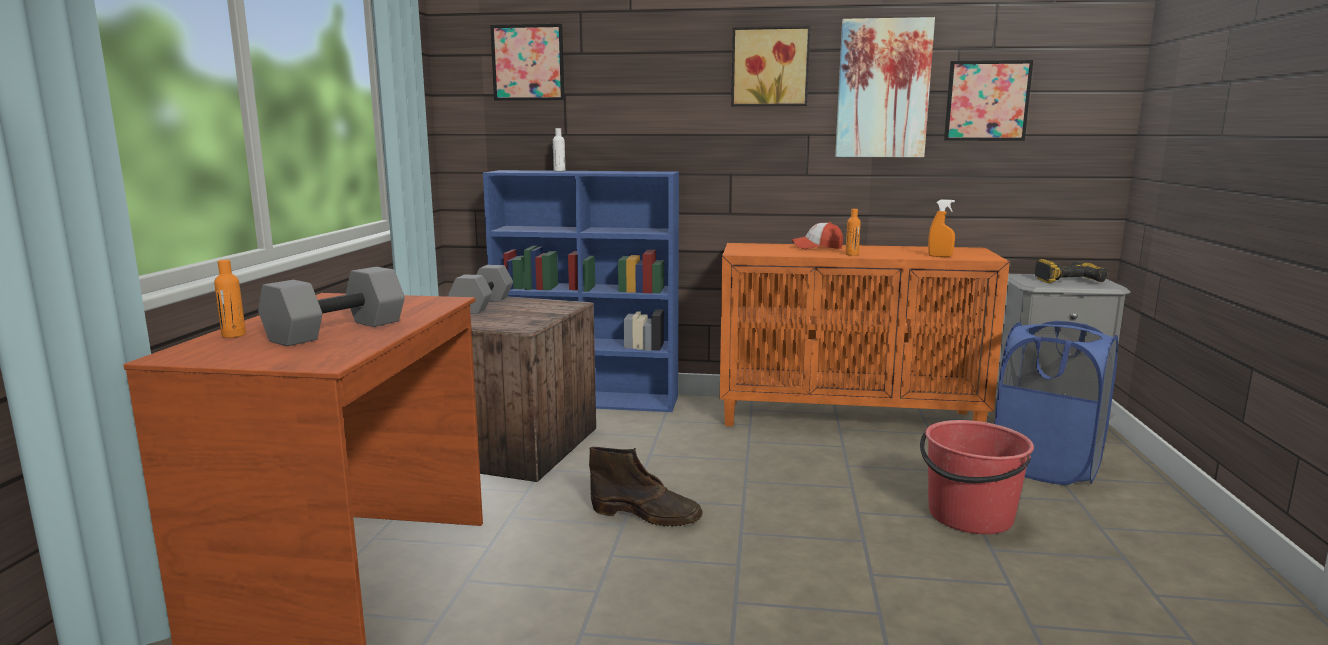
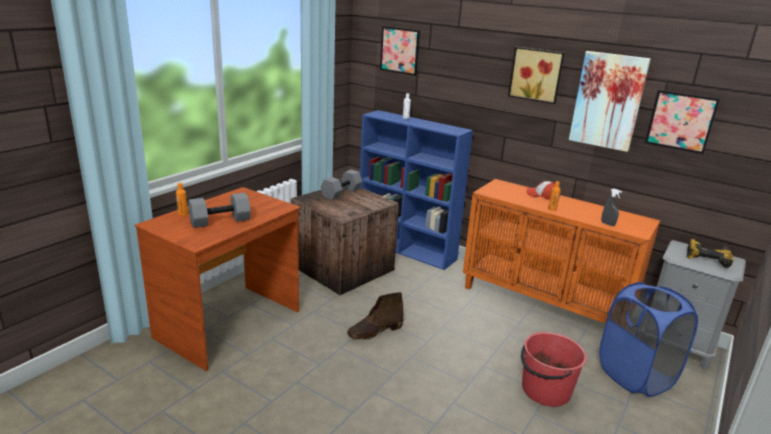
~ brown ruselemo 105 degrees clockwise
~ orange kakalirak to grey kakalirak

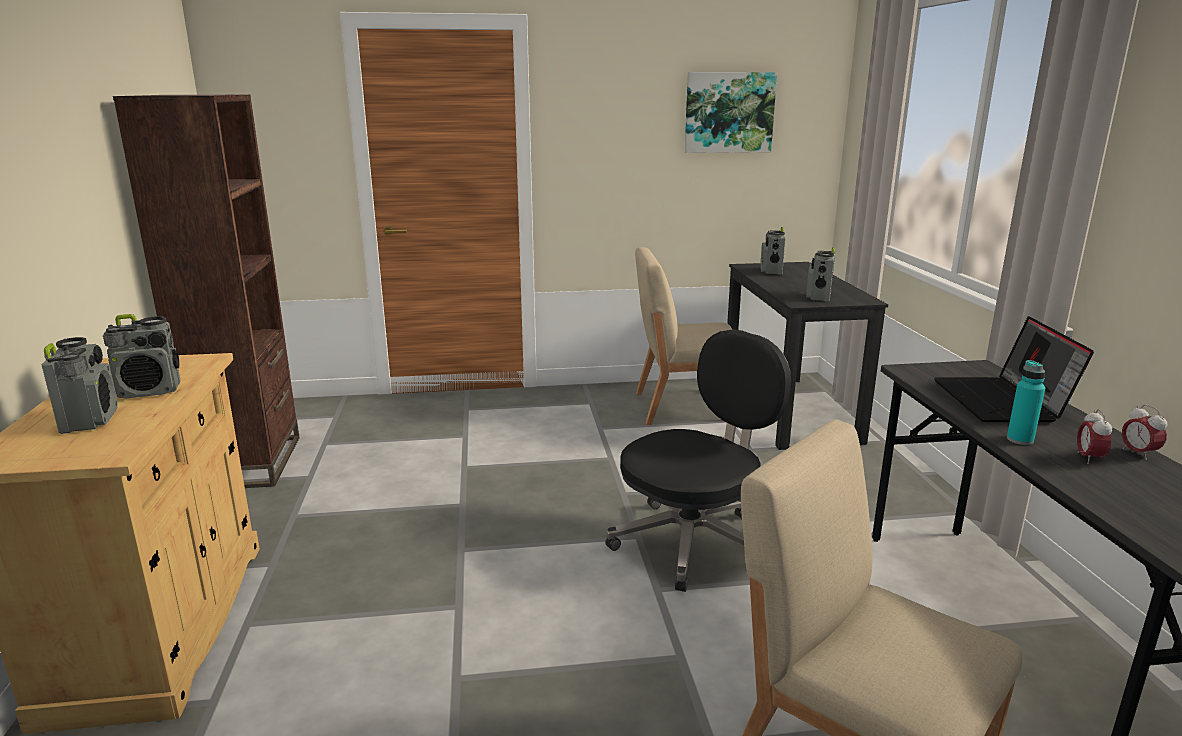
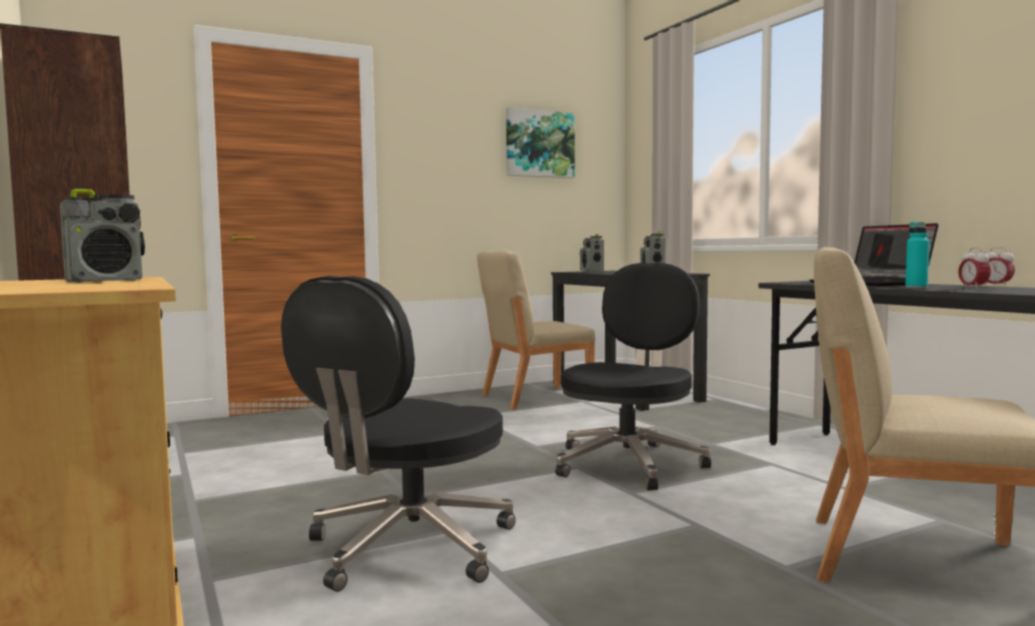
+ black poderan (no. 1 from left)
- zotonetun (no. 1 from left)

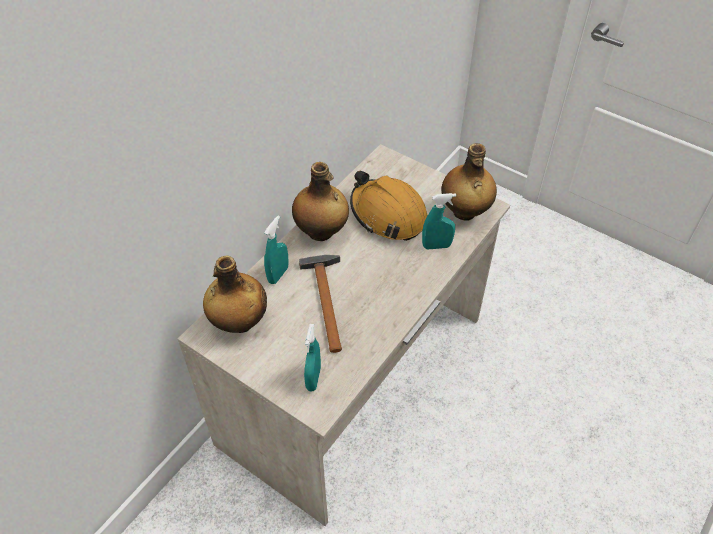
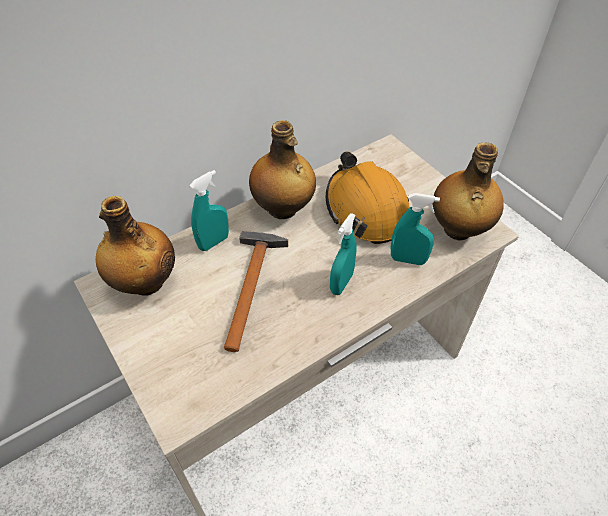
~ turquoise kakalirak (no. 2 from left)

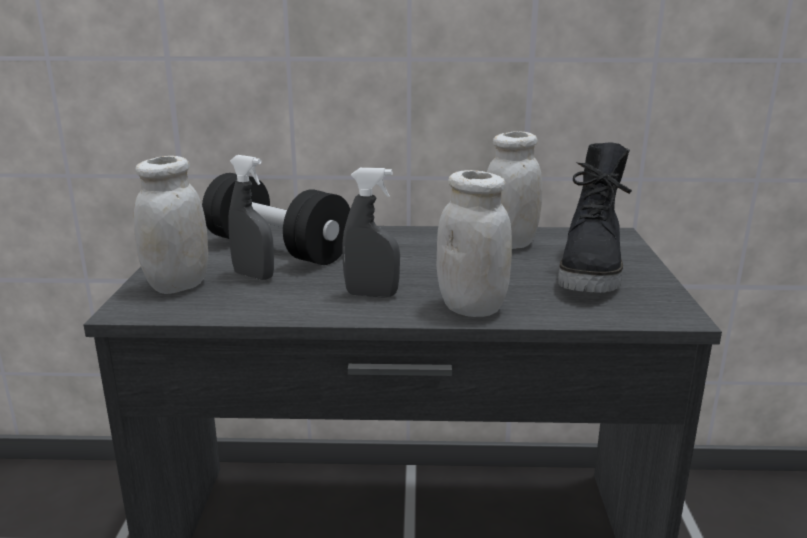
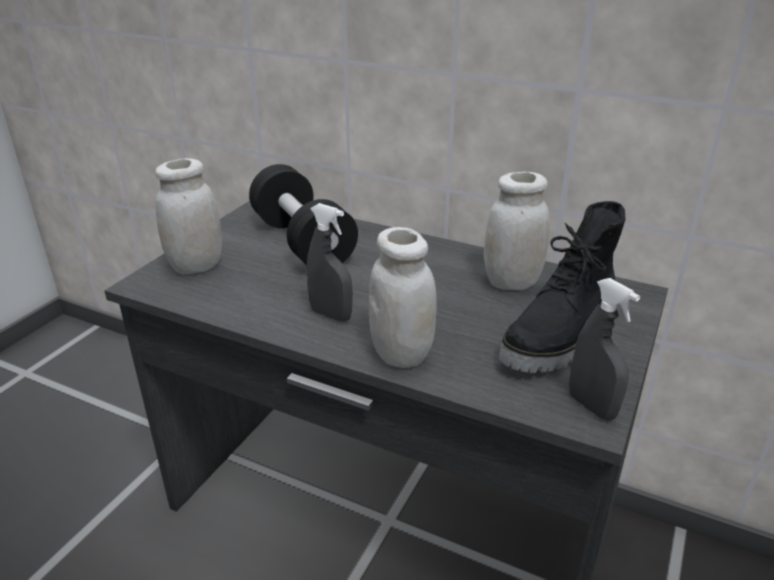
~ grey kakalirak (no. 1 from left in the first image) to grey kakalirak (no. 2 from left)

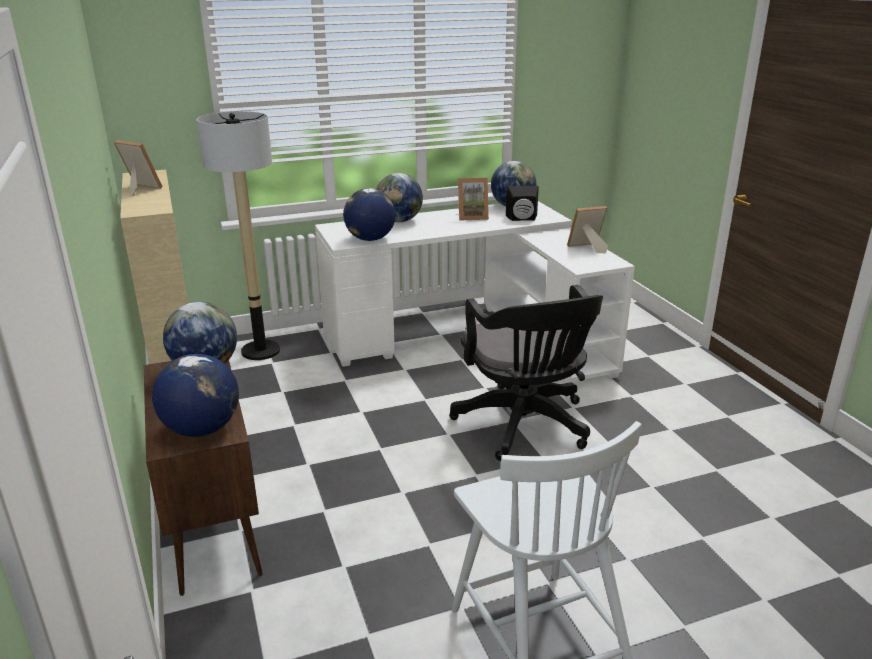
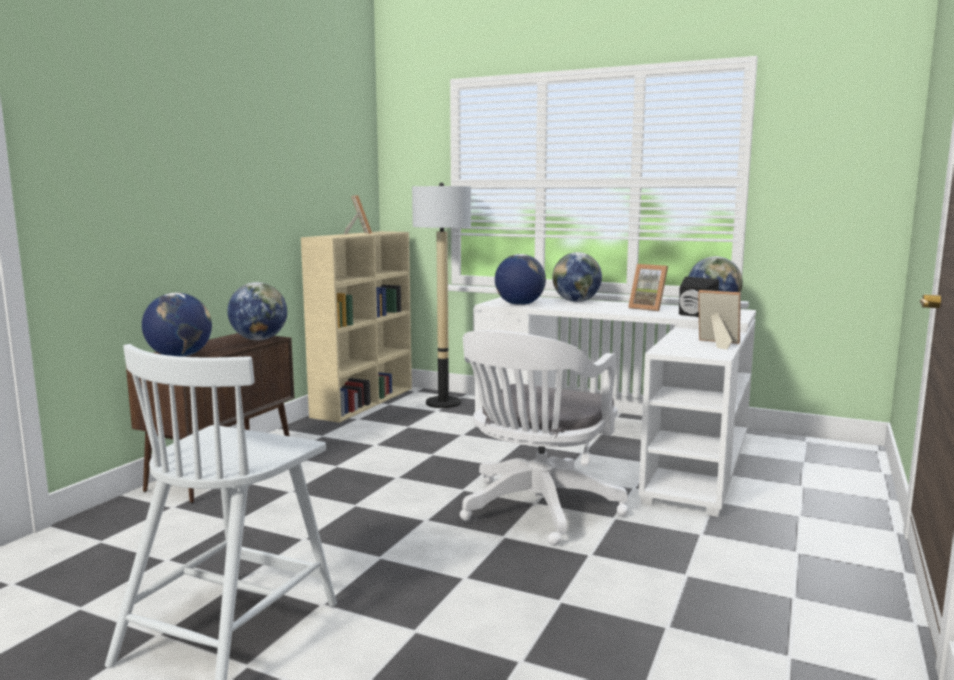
~ black poderan to white poderan

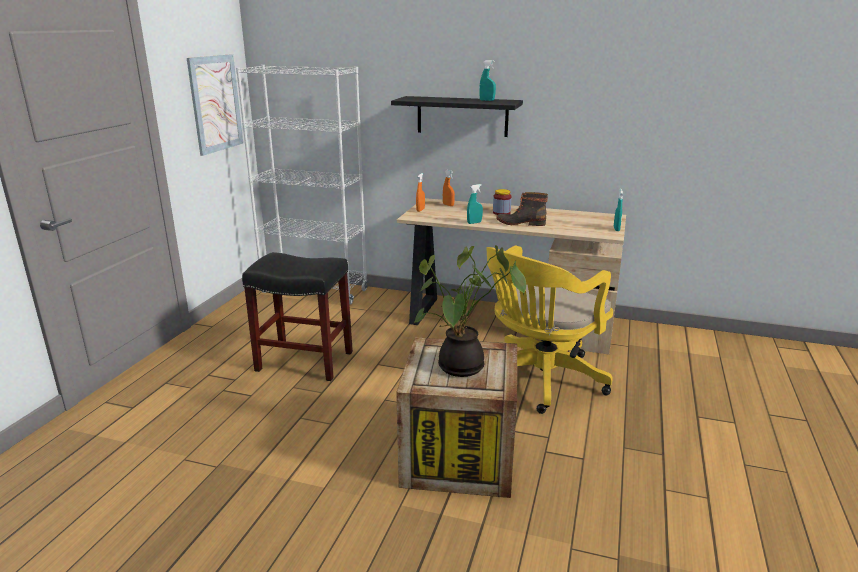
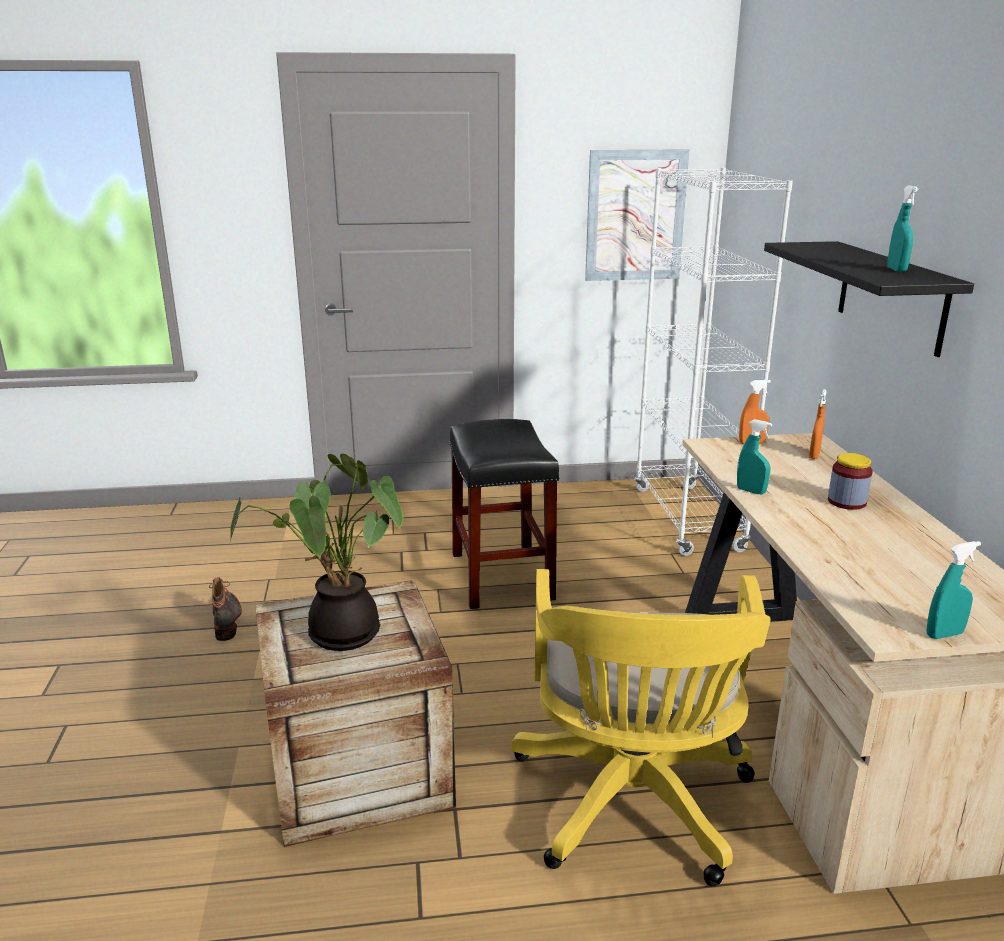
~ ruselemo
~ yellow poderan 105 degrees counterclockwise

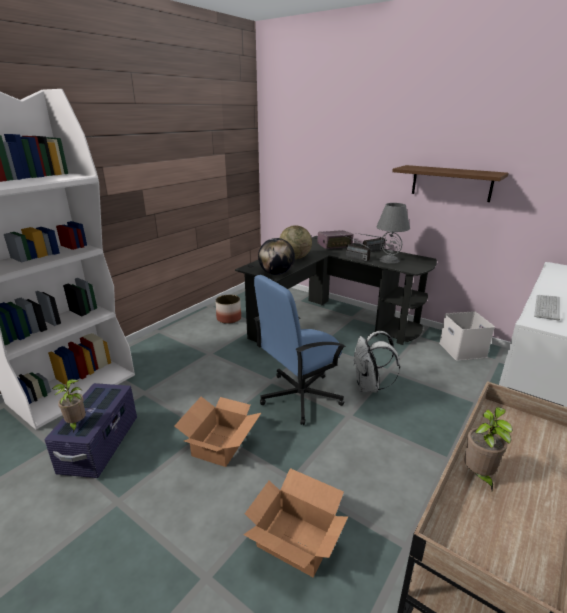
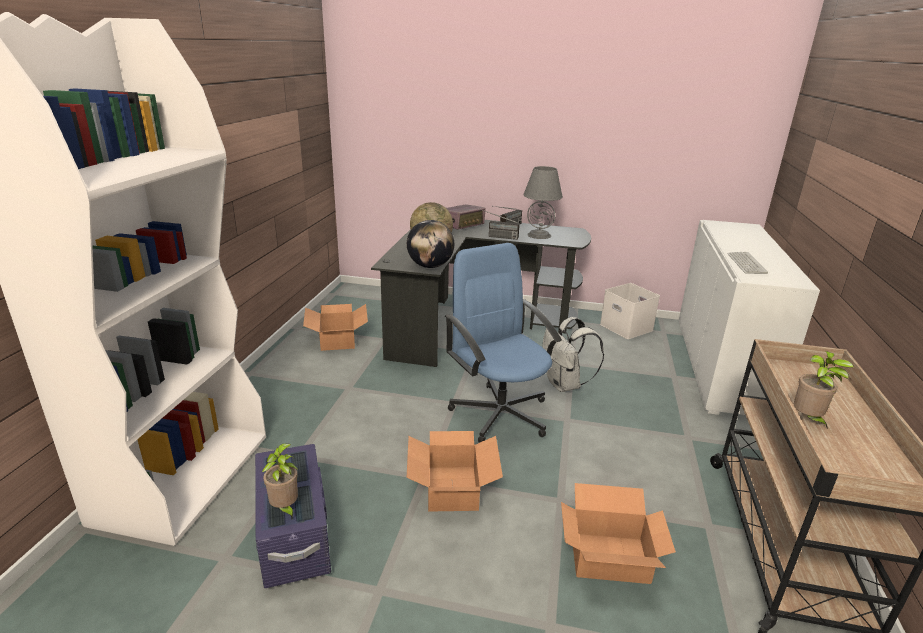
~ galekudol to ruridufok (no. 1 from left)
~ blue poderan 120 degrees clockwise
- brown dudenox

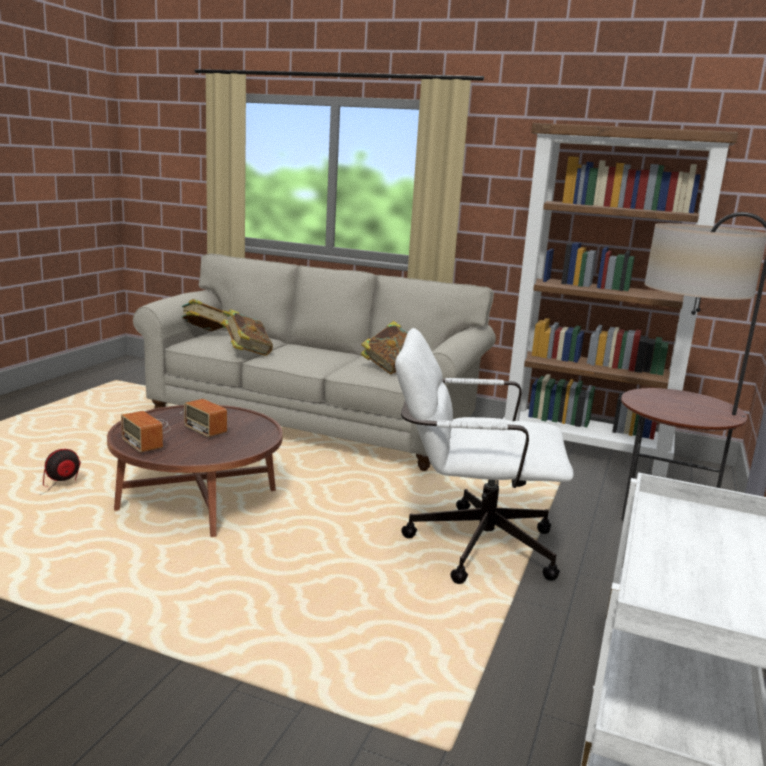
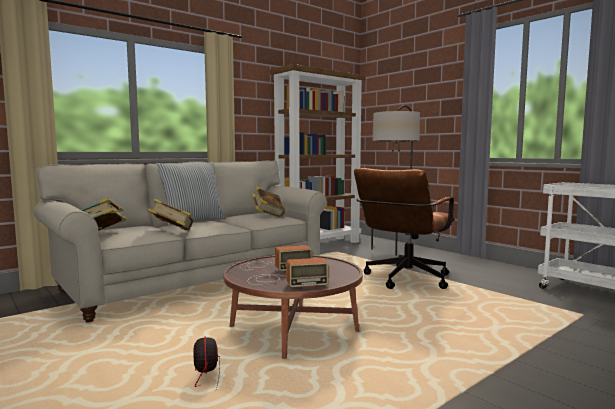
+ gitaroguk
~ white poderan to brown poderan

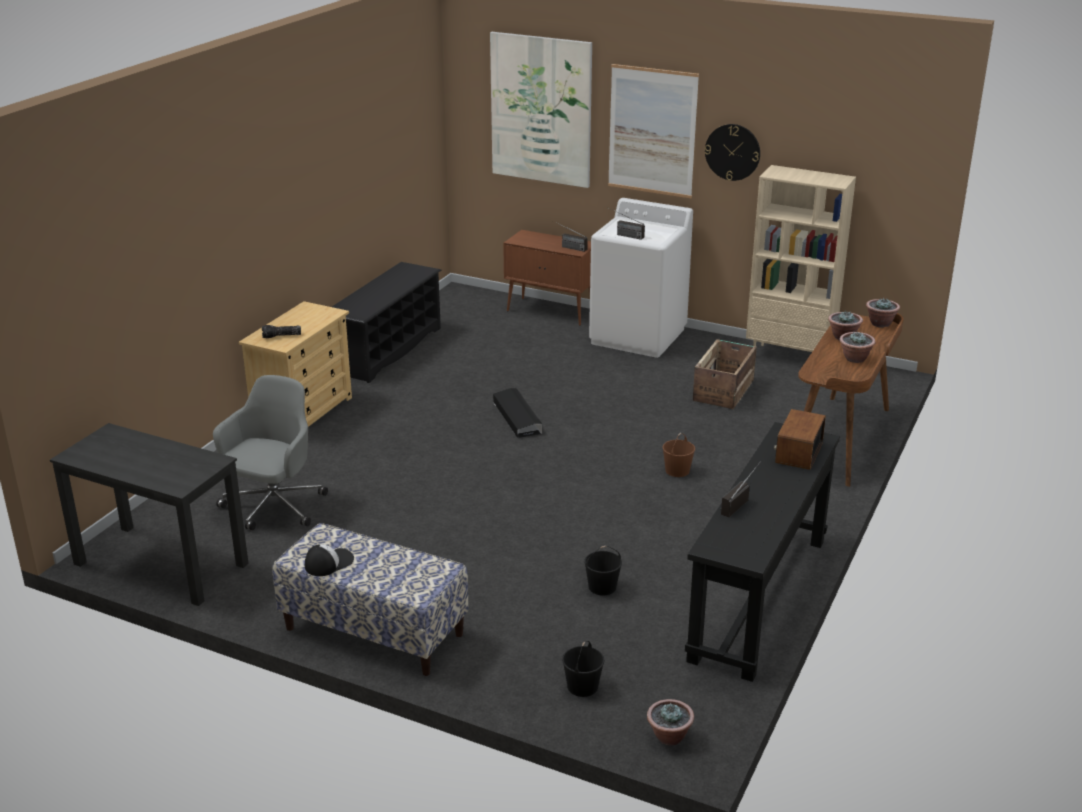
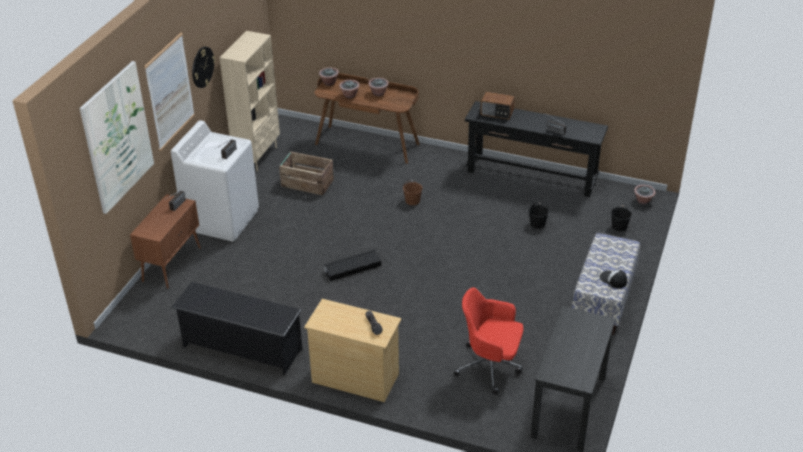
~ grey poderan to red poderan

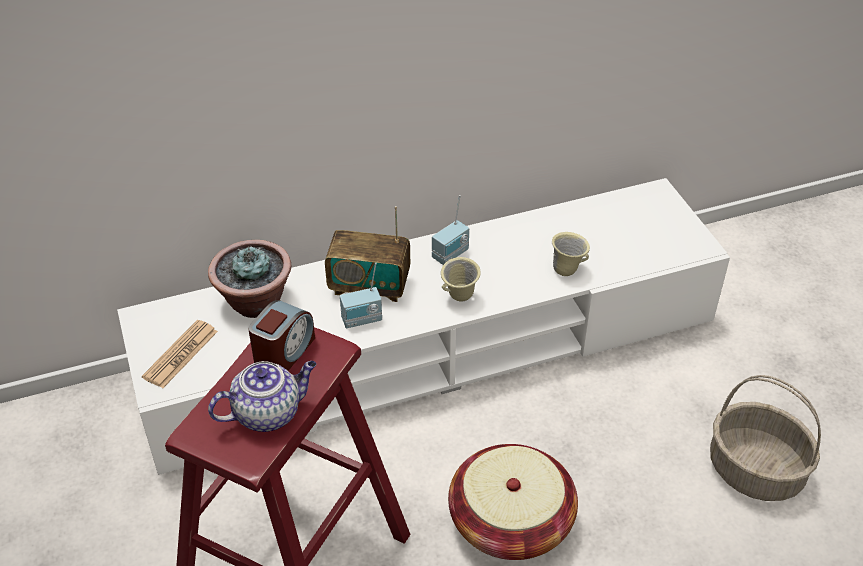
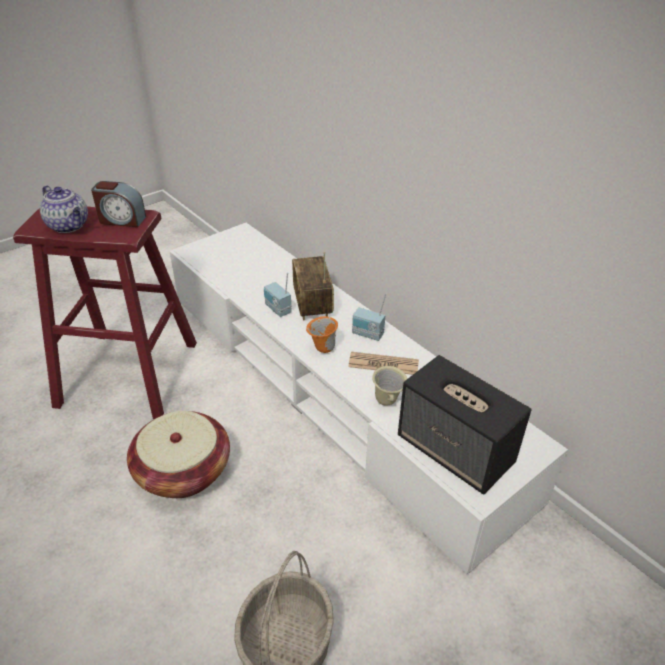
~ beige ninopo (no. 1 from left) to orange ninopo
~ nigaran
+ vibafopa
- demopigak

